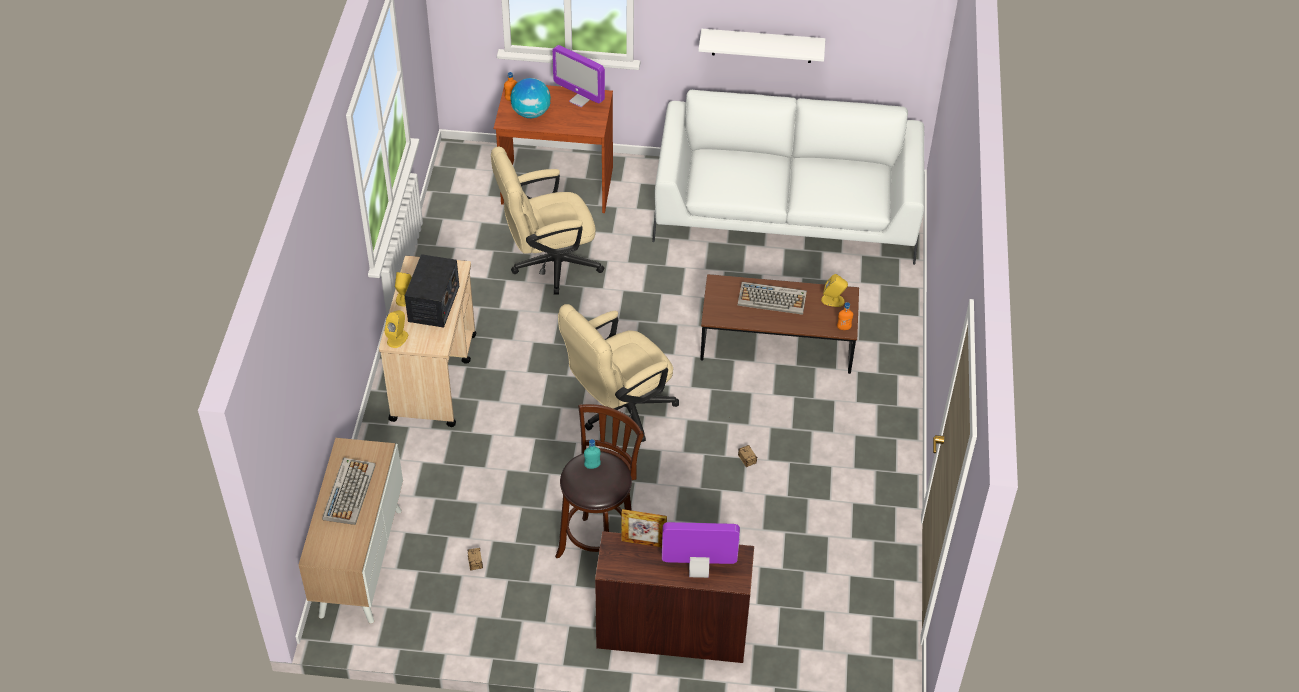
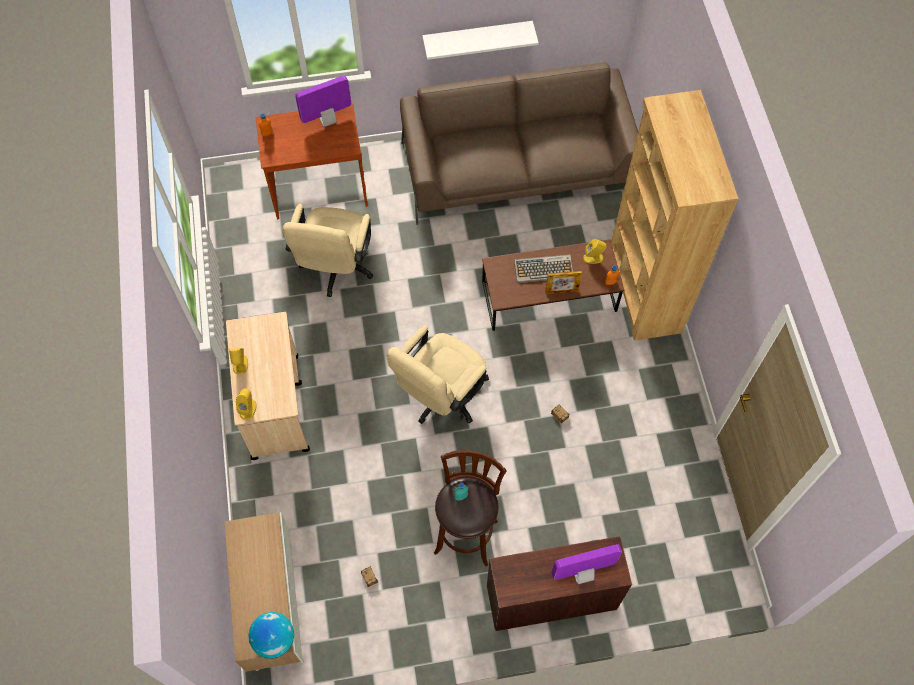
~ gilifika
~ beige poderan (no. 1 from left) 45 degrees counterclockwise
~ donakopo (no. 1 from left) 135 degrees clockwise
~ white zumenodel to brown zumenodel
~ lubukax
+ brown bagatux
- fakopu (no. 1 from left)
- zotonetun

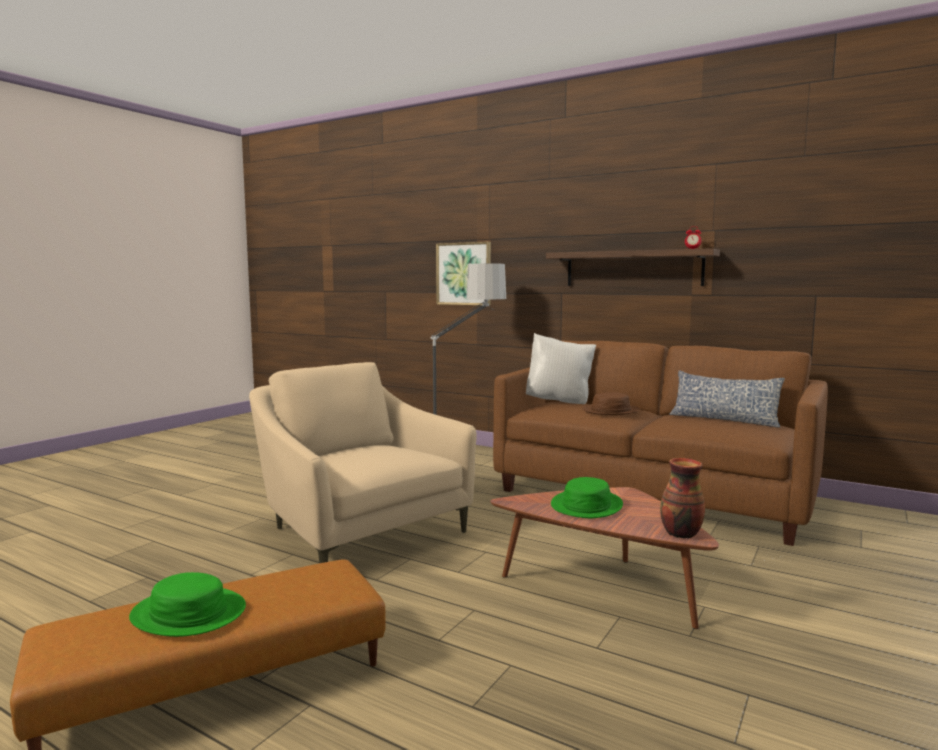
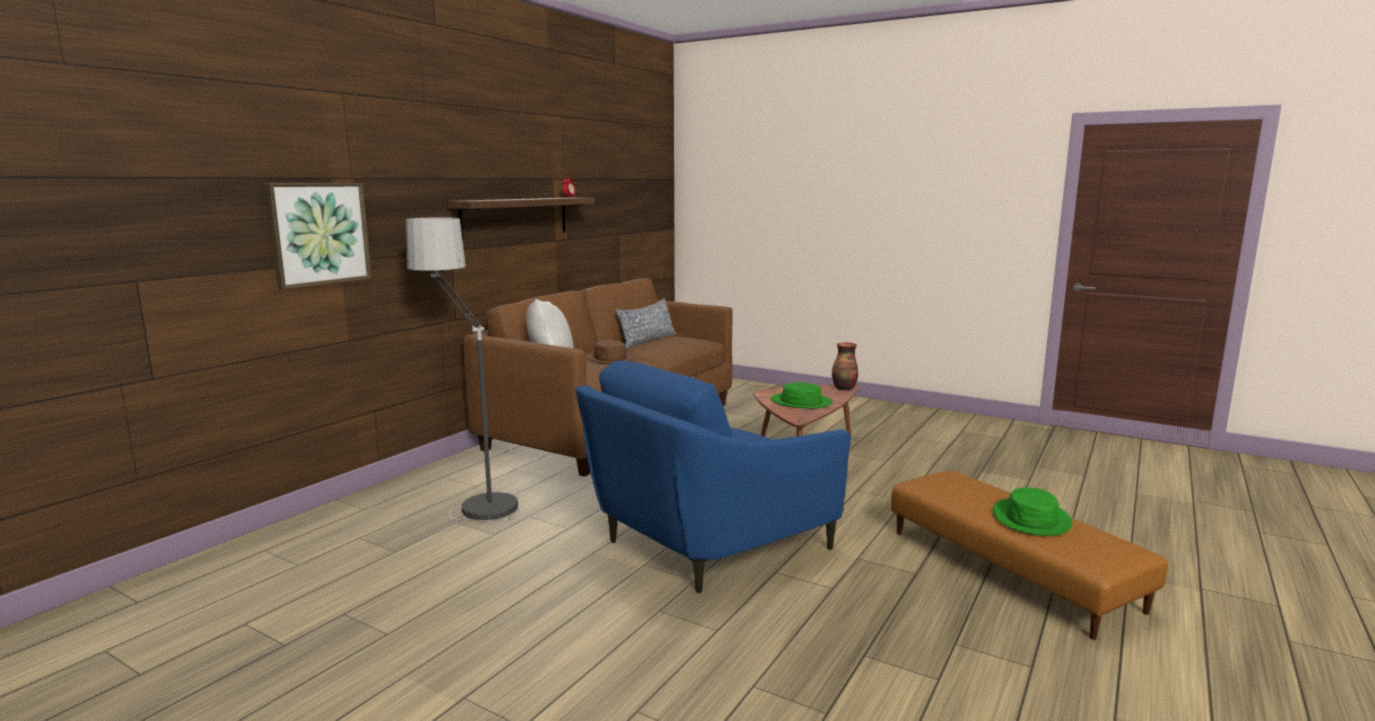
~ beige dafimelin to blue dafimelin

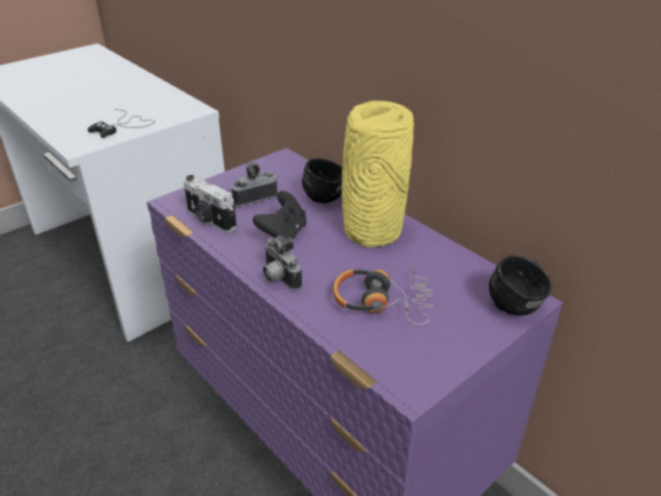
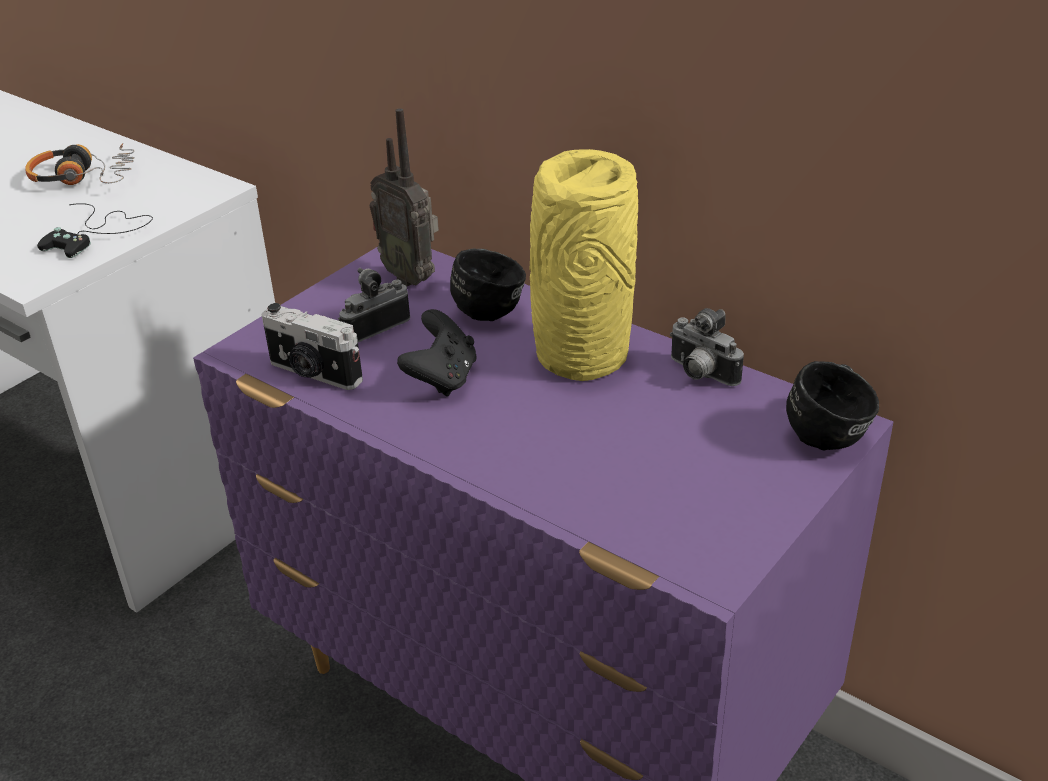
~ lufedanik
+ zotonetun
~ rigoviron (no. 3 from left)

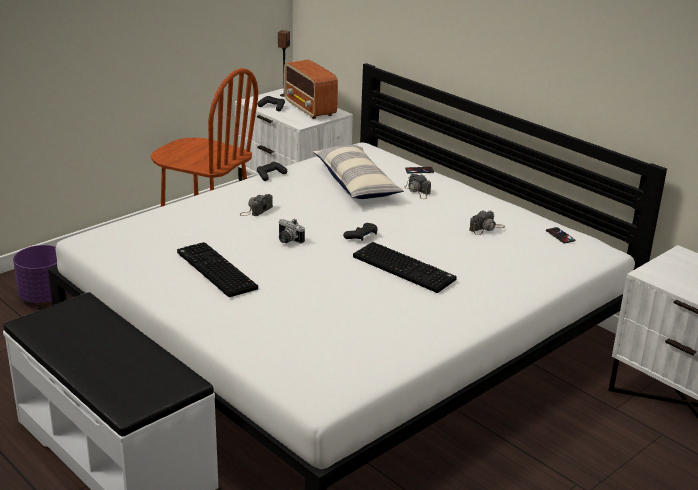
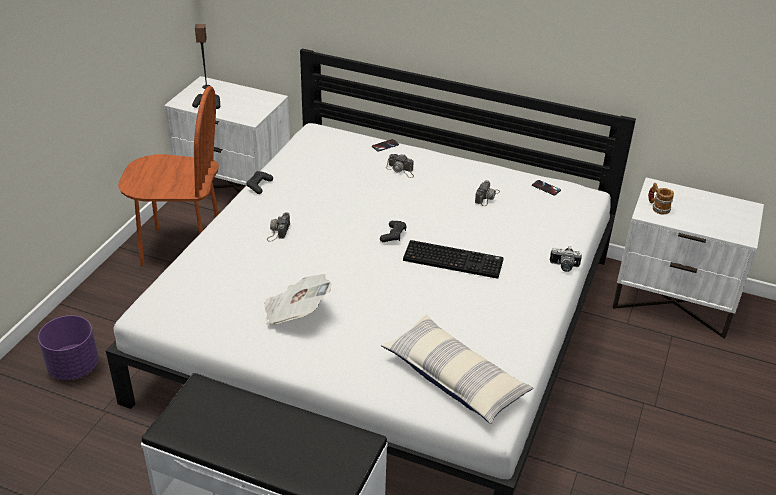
~ fakopu (no. 1 from left) to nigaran
~ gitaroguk
~ rigoviron (no. 2 from left in the first image) to rigoviron (no. 4 from left)
+ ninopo
- zotonetun

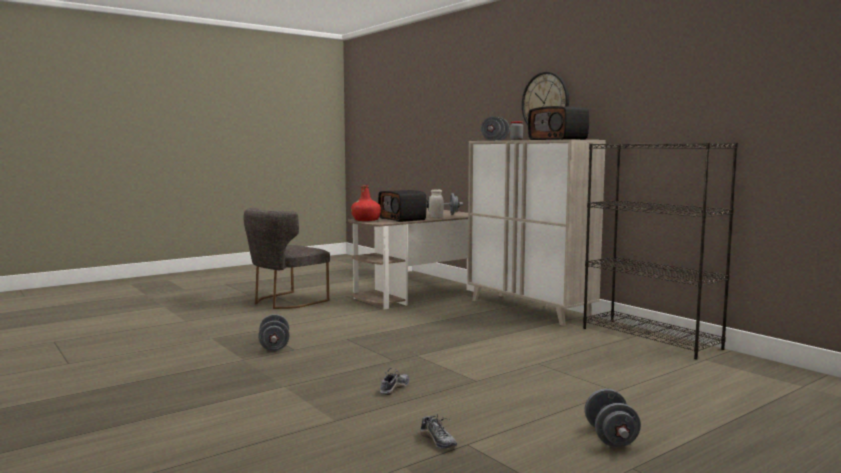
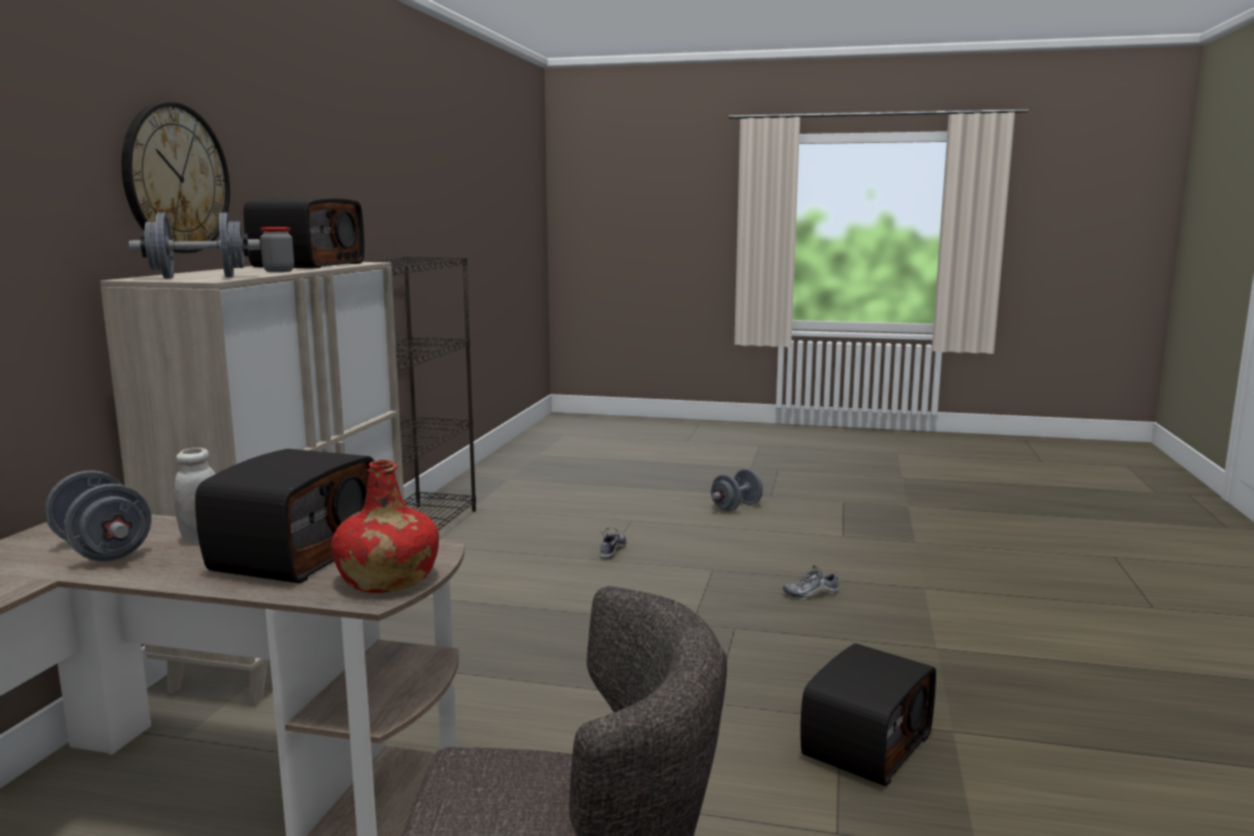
~ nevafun (no. 2 from left in the first image) to nevafun (no. 1 from left)
~ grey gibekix (no. 1 from left) to zotonetun (no. 3 from left)

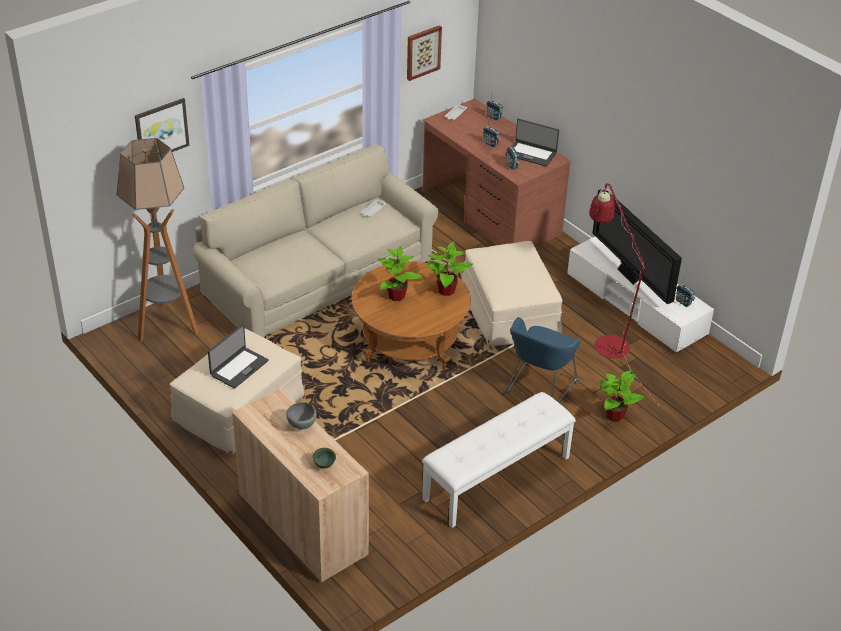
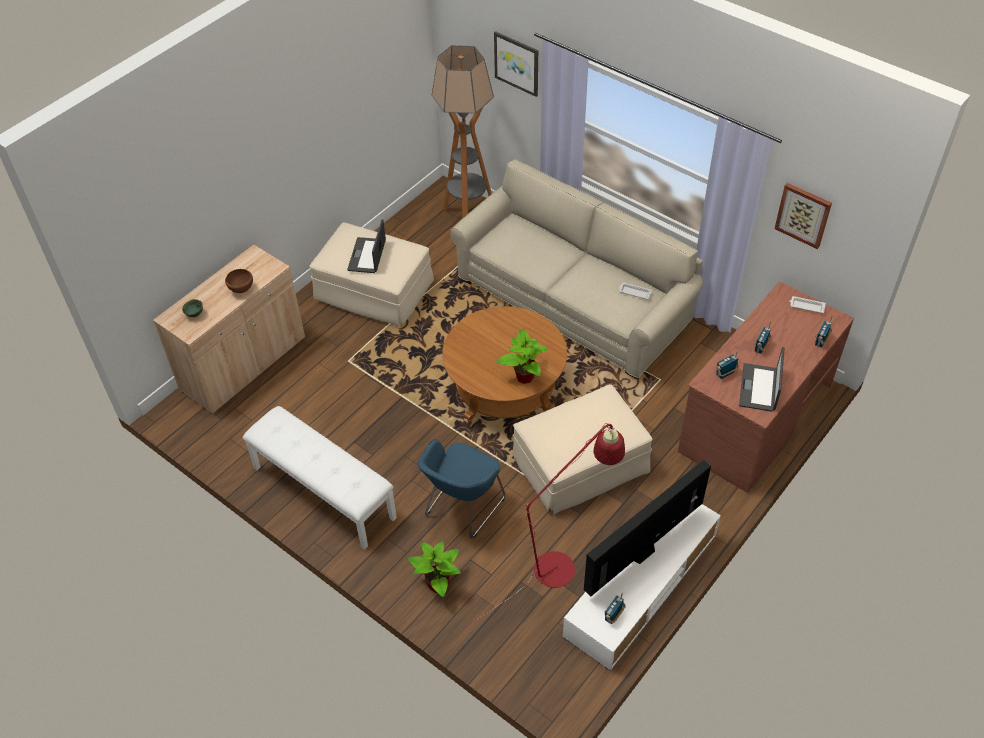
~ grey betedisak to brown betedisak
~ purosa (no. 1 from left) 75 degrees clockwise
~ blue dafimelin 75 degrees counterclockwise
- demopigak (no. 1 from left)

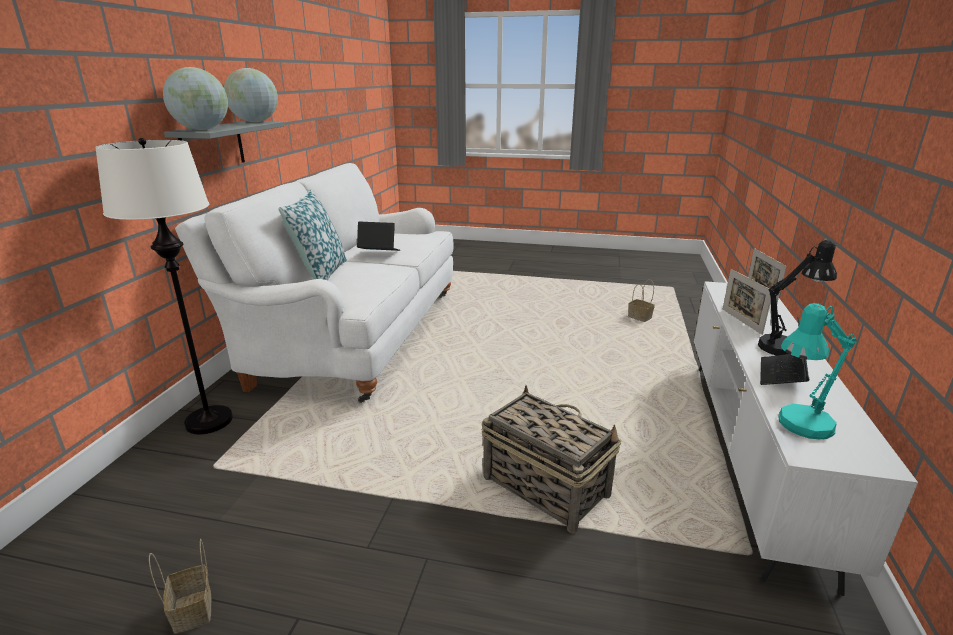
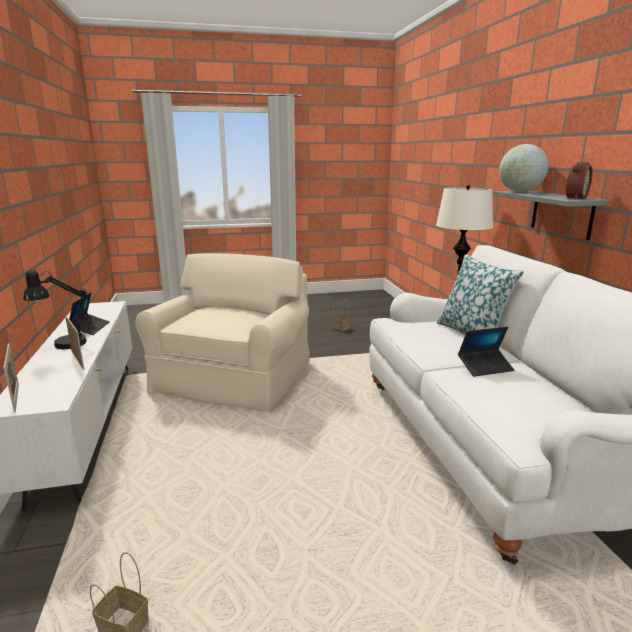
~ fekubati (no. 2 from left) to beige dafimelin
~ gilifika (no. 2 from left) to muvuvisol
- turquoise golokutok

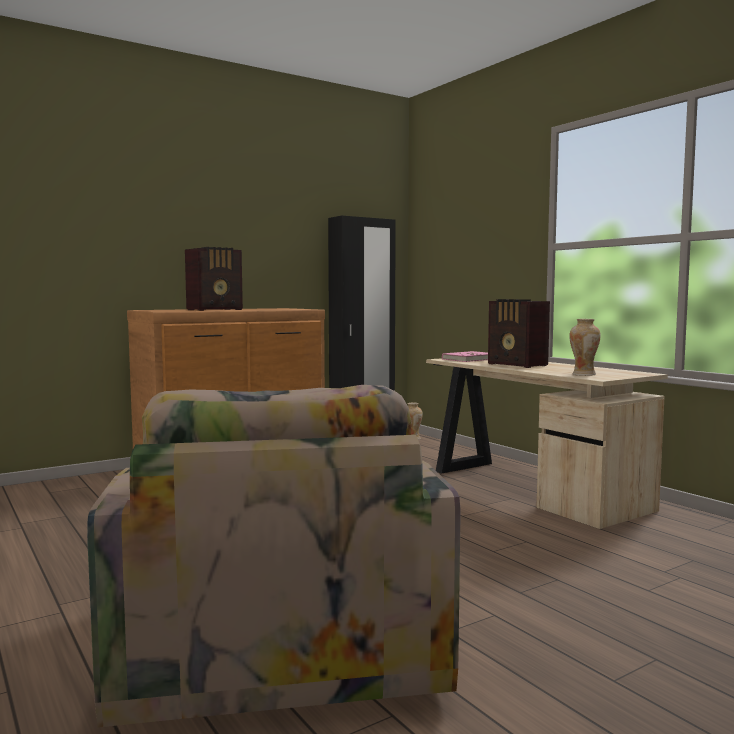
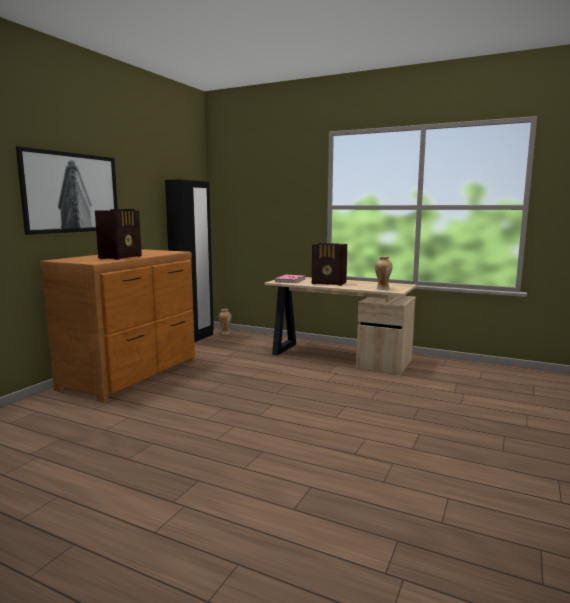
+ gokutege
- dafimelin

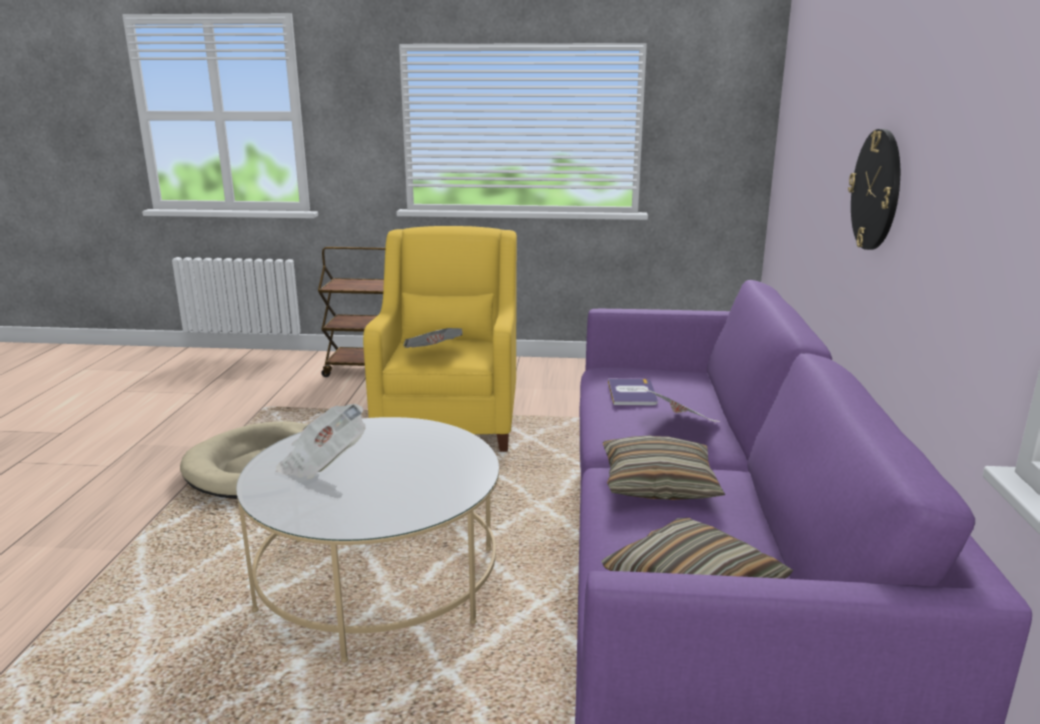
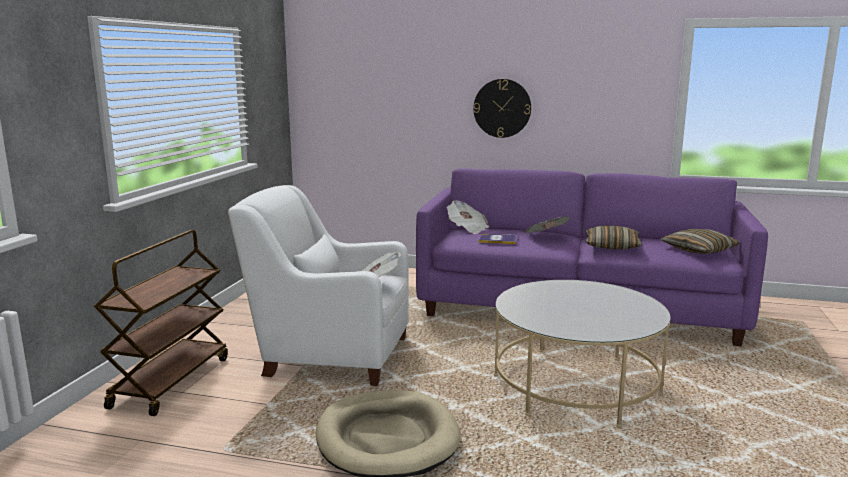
~ yellow dafimelin to white dafimelin
~ nigaran (no. 1 from left in the first image) to nigaran (no. 2 from left)

